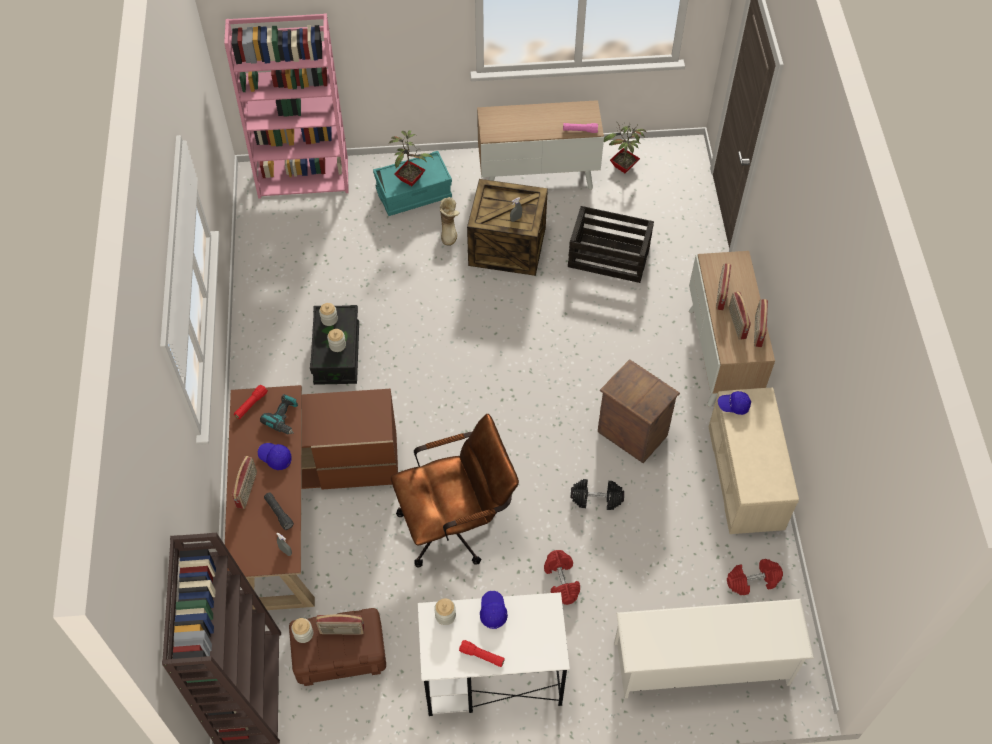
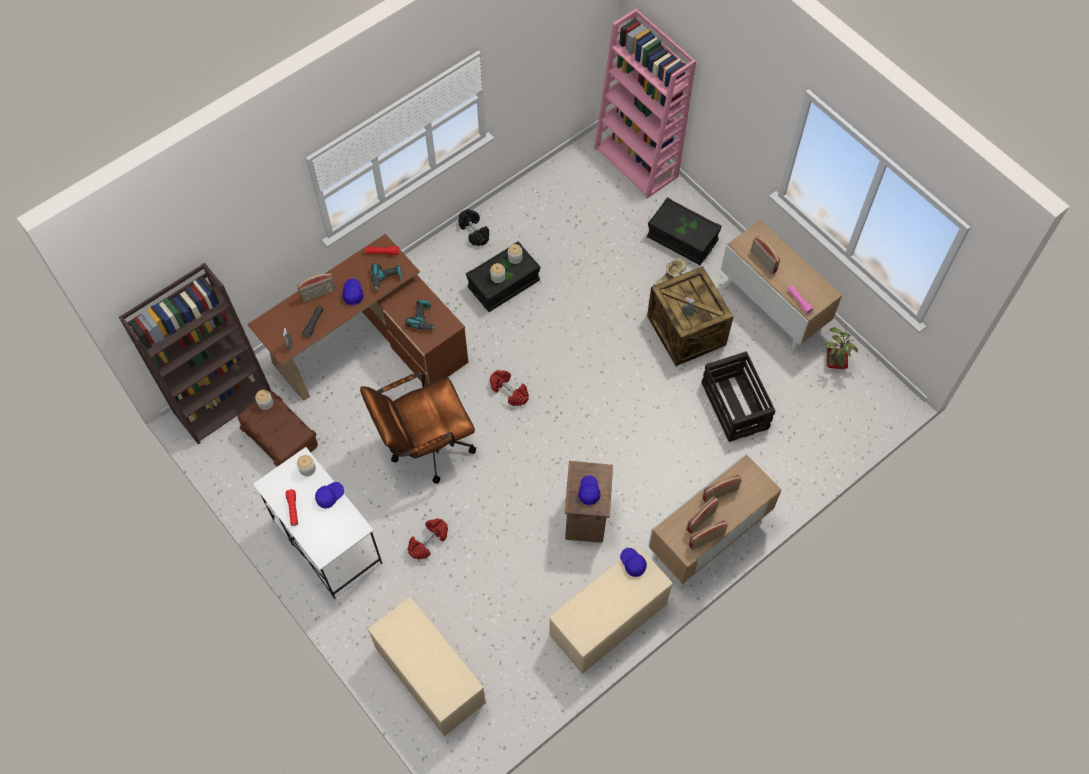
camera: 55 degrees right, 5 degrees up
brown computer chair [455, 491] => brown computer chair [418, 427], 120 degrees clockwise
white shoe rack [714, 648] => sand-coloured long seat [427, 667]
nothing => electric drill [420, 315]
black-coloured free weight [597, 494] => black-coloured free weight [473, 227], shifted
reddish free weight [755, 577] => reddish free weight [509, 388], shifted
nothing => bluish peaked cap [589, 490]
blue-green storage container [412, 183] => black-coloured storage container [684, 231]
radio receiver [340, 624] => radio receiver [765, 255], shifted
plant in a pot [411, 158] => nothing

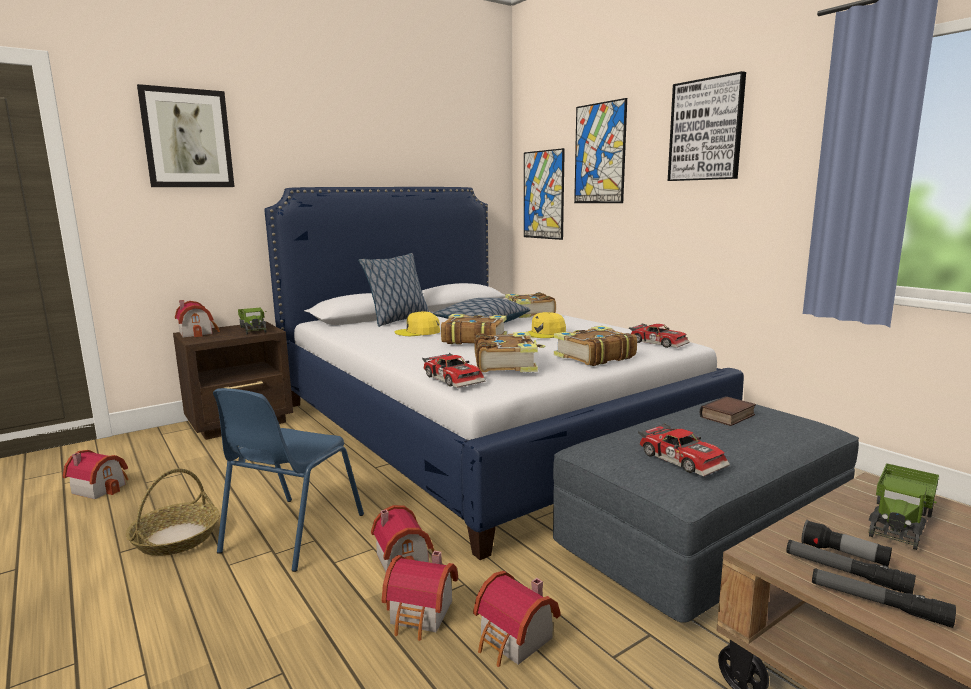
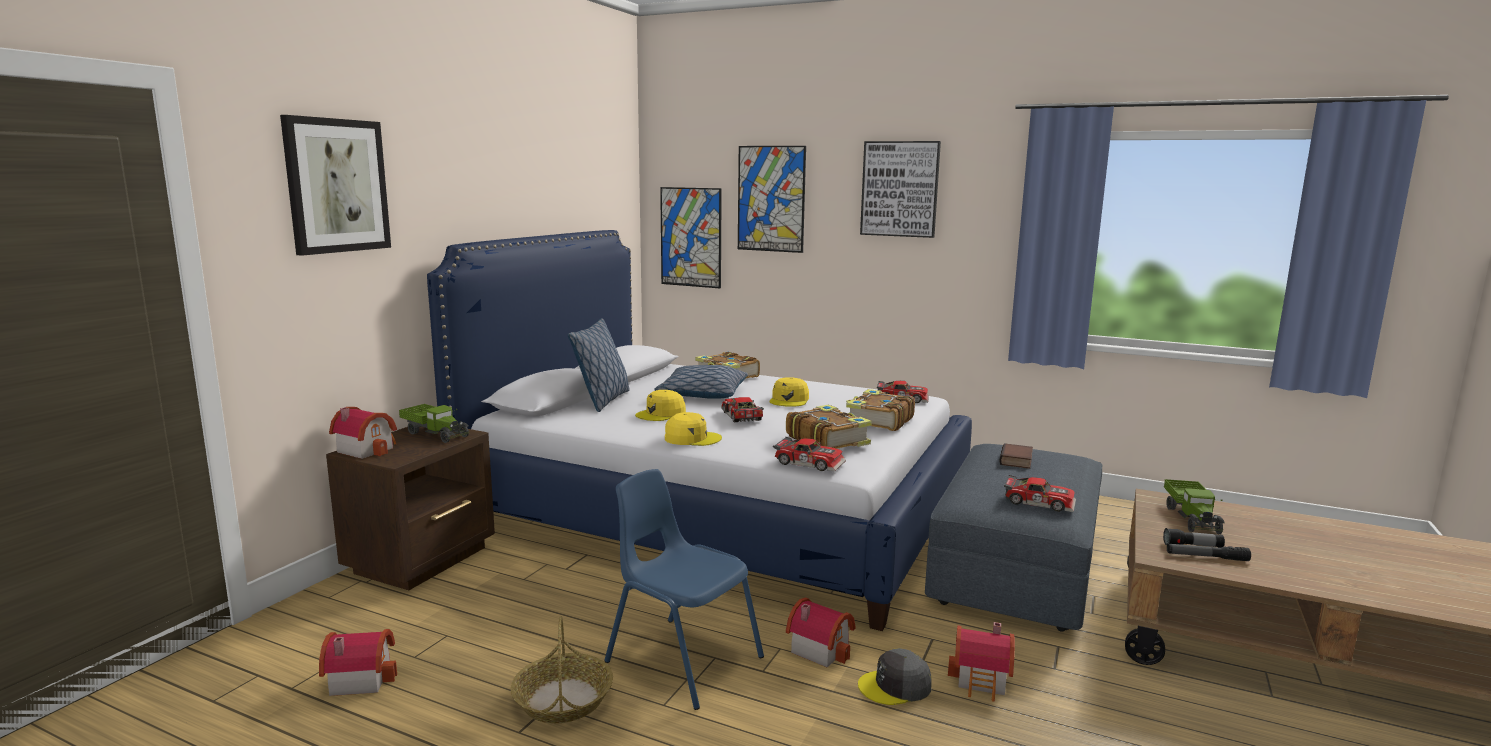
camera: 30 degrees left, 0 degrees up
bluish upright chair [288, 480] => bluish upright chair [684, 589], 135 degrees clockwise
nothing => yellow peaked cap [693, 429]
book [474, 329] => miniature car [742, 409]
miniature house [420, 596] => grey peaked cap [894, 676]
hand torch [884, 598] => nothing

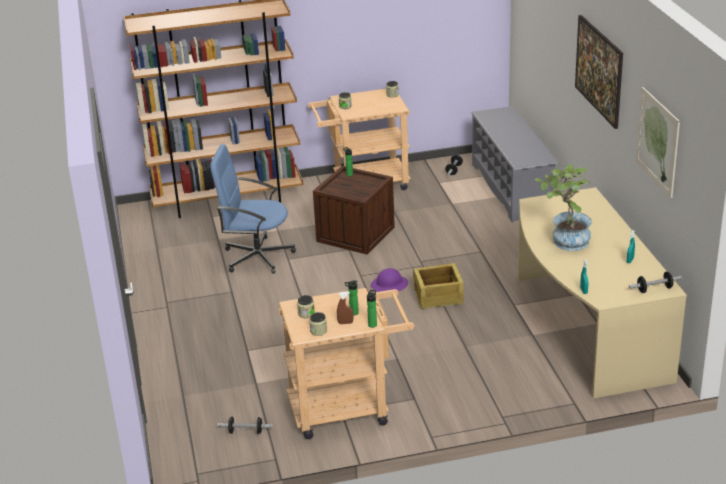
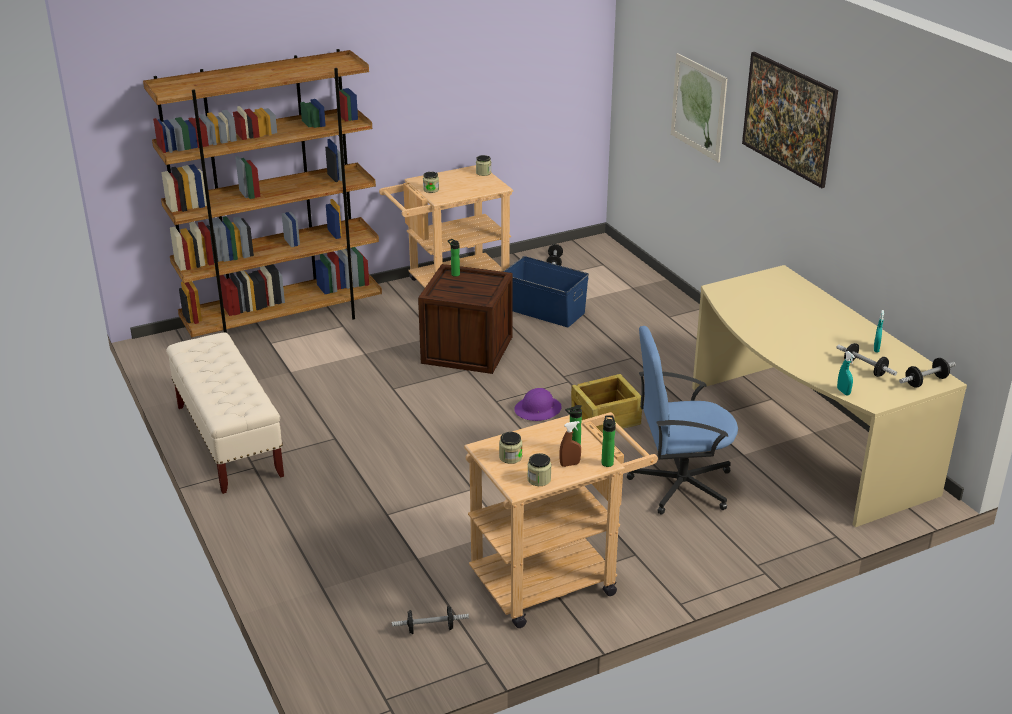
camera: 15 degrees left, 0 degrees up
nothing => sand-coloured long seat [225, 413]
nothing => bluish storage container [546, 291]
bluish computer chair [253, 209] => bluish computer chair [682, 420], shifted
picture [658, 142] => picture [699, 108], shifted
nothing => free weight [866, 360]
grey shoe rack [514, 164] => nothing
plant in a pot [563, 207] => nothing

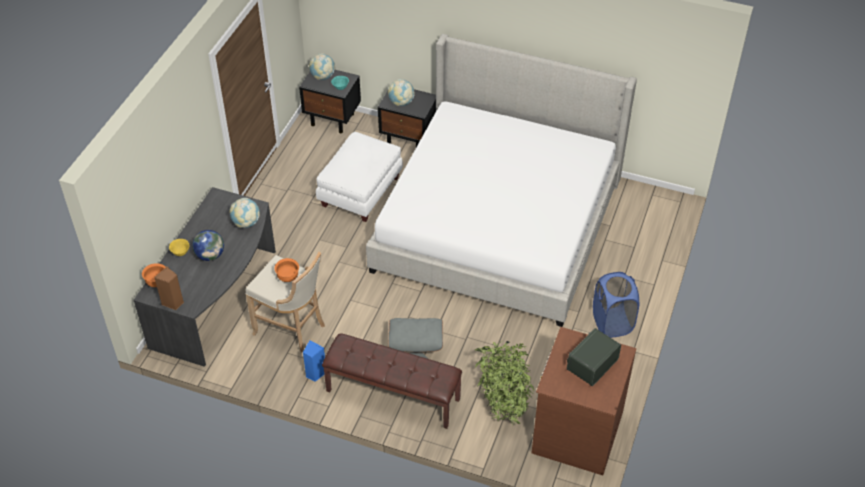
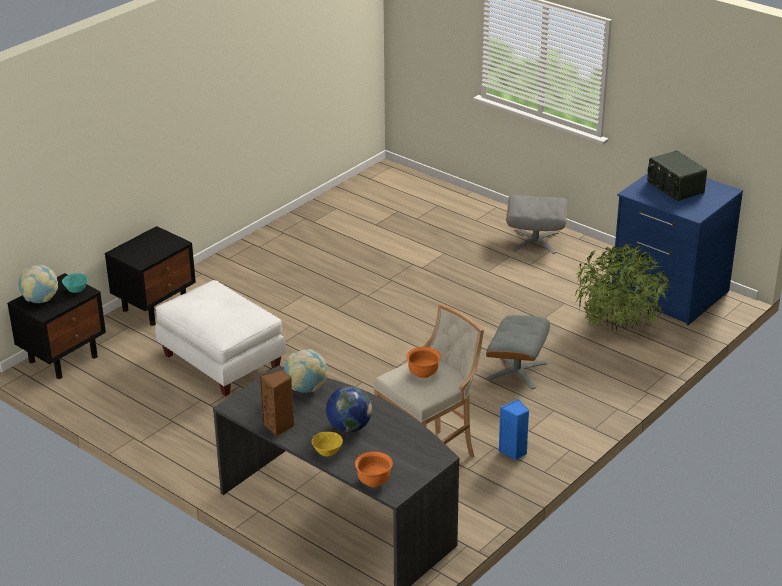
camera: 70 degrees left, 15 degrees down
brown audio speaker [169, 288] => brown audio speaker [277, 403], shifted
bluish laundry basket [616, 305] => grey footrest [537, 224]
brown chest of drawers [584, 401] => bluish chest of drawers [677, 249]
brown long seat [392, 381] => nothing
bedroom bed [501, 180] => nothing
globe [401, 92] => nothing

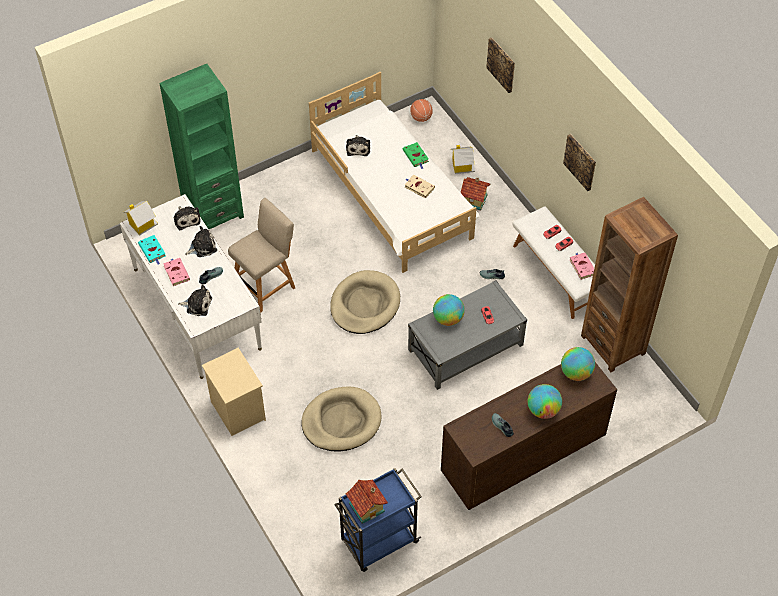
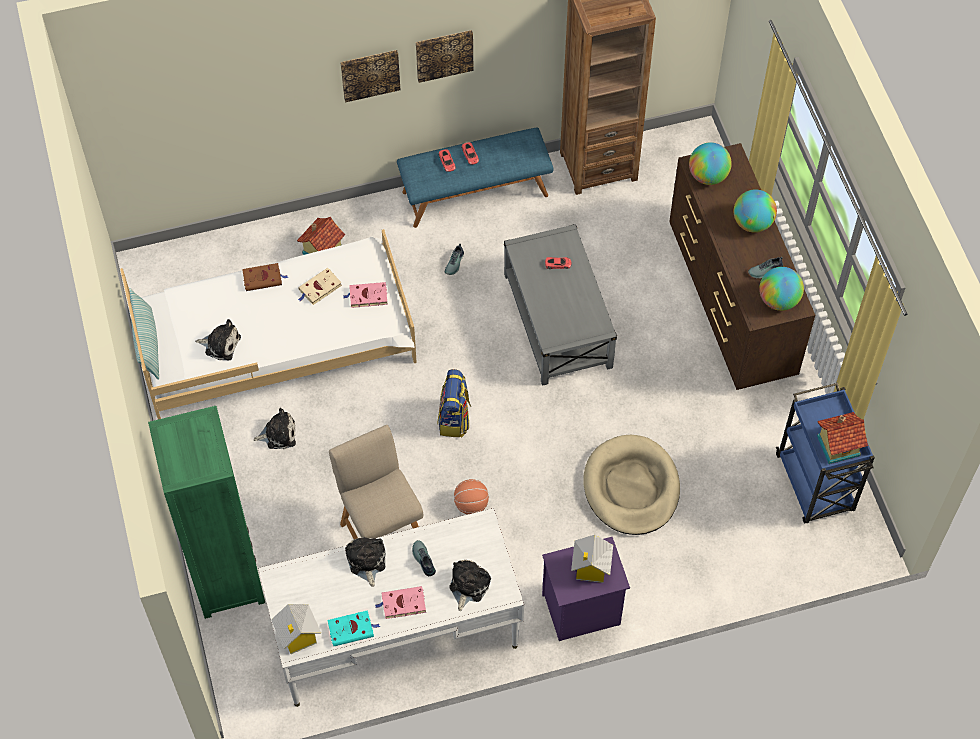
camera: 75 degrees left, 5 degrees up
nothing => cushion [144, 334]
green book [415, 155] => brown book [265, 277]
soft toy [187, 218] => soft toy [274, 428], shifted
picture [500, 65] => picture [370, 76], shifted
pink book [582, 266] => pink book [365, 295], shifted
white long seat [553, 262] => bluish long seat [475, 177]
sand-coloured dog bed [365, 302] => knapsack [455, 403]
basketball [421, 110] => basketball [471, 496], shifted
sand-coloured night table [234, 392] => purplish night table [586, 589]
miniature house [463, 159] => miniature house [592, 559], shifted
globe [449, 310] => globe [781, 289], shifted

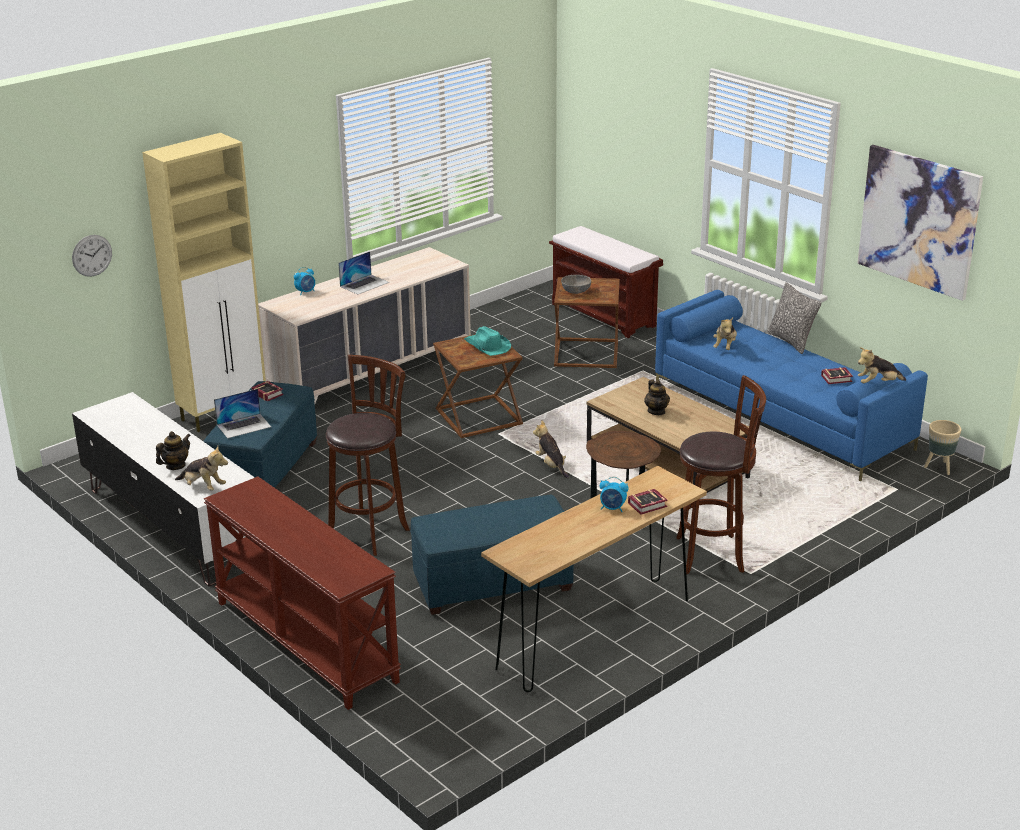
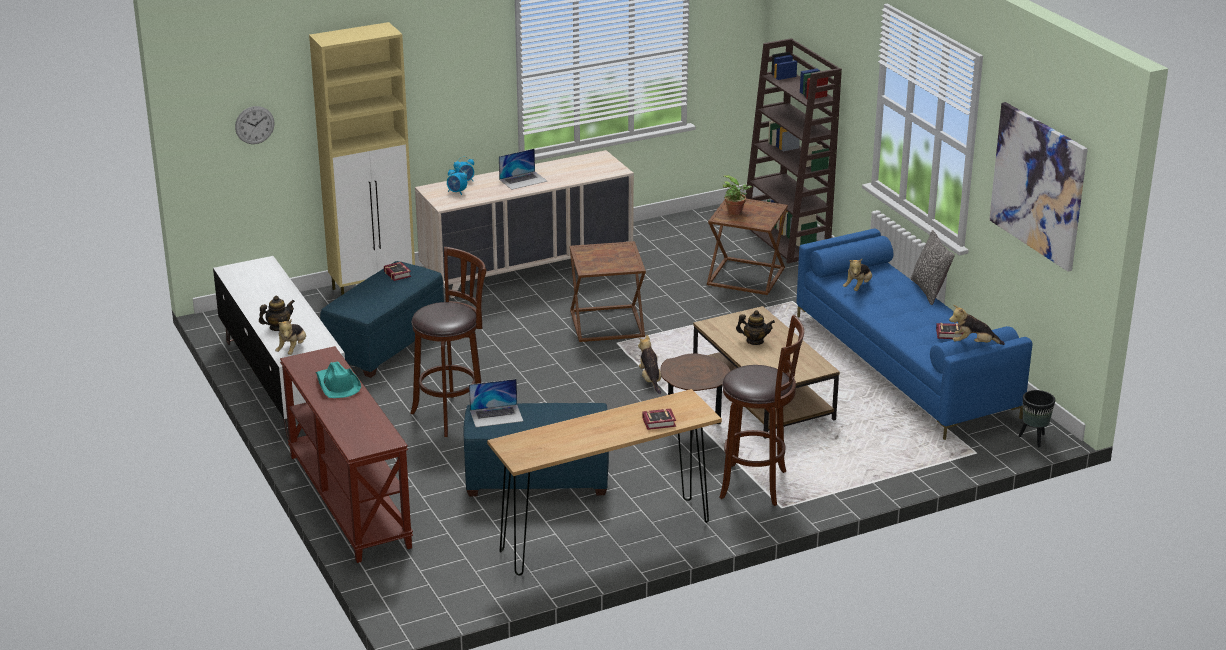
camera: 15 degrees right, 0 degrees up
soft toy [201, 468] => soft toy [290, 337], 60 degrees clockwise
blue-green wearable hat [487, 341] => blue-green wearable hat [338, 380], shifted
bedside clock [614, 494] => bedside clock [457, 181], shifted
laptop [242, 413] => laptop [496, 403], shifted
grey serving bowl [576, 284] => plant in a pot [737, 195]
teapot [657, 397] => teapot [755, 327], 75 degrees counterclockwise
brown long seat [606, 282] => brown bookcase [794, 150]
sand-coloured planter [942, 447] => black-coloured planter [1036, 418]

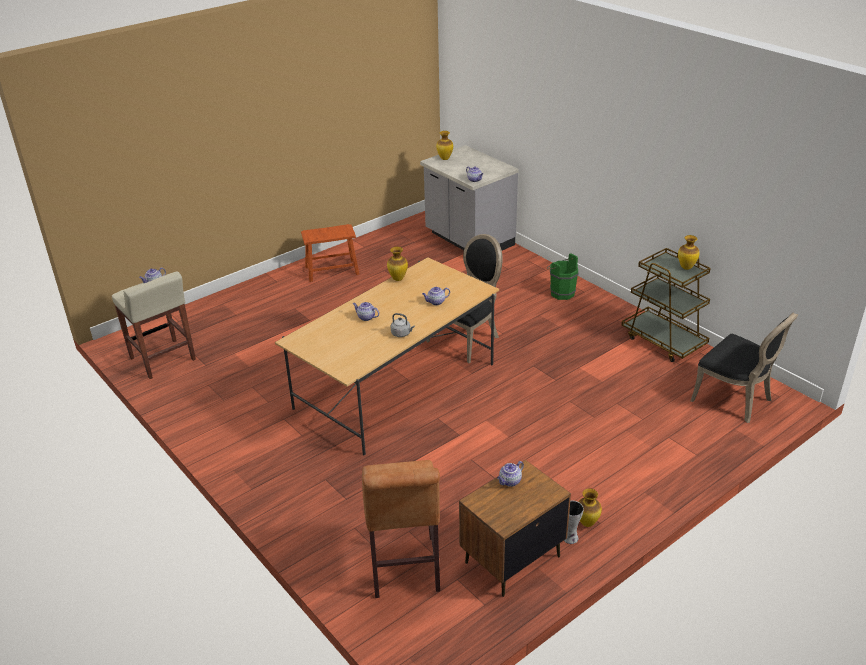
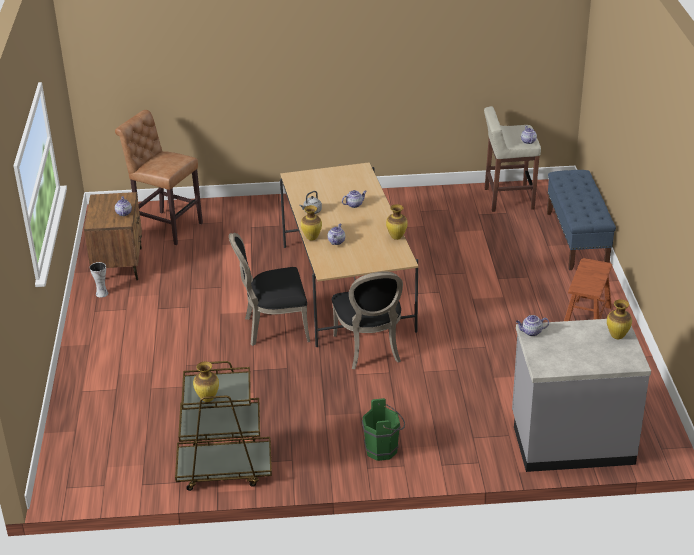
camera: 125 degrees right, 0 degrees up
black-coloured upright chair [745, 367] => black-coloured upright chair [269, 289], shifted
vase [590, 507] => vase [311, 223], shifted
nothing => bluish long seat [581, 220]

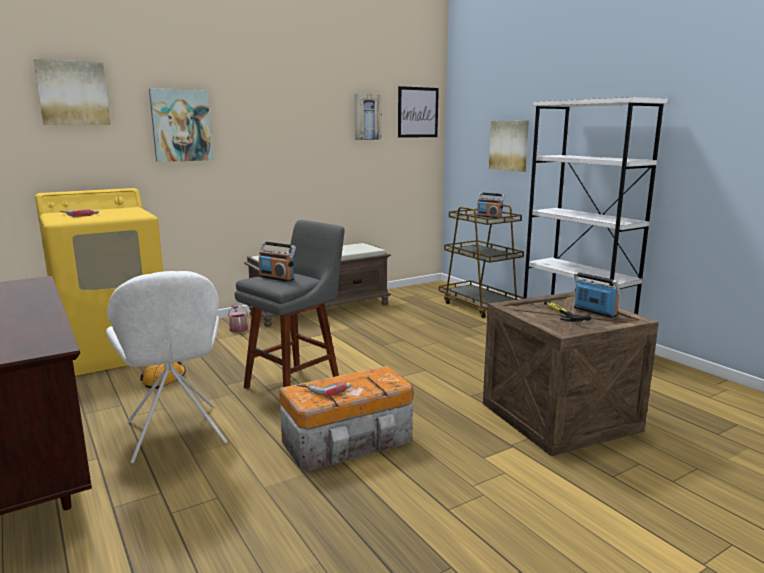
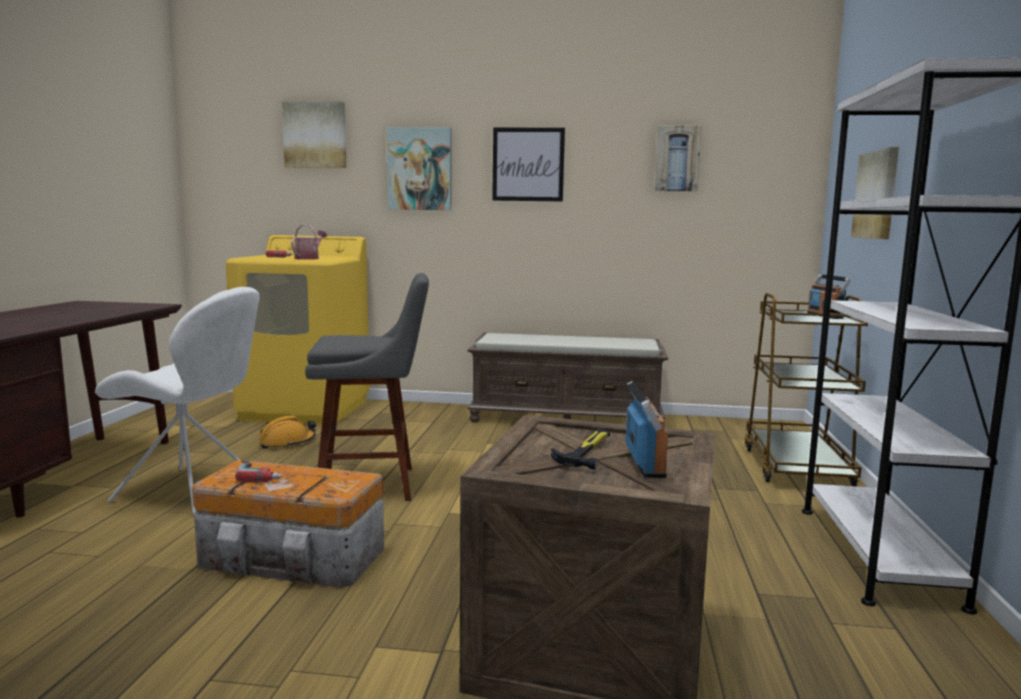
camera: 40 degrees right, 5 degrees down
white upright chair [166, 367] => white upright chair [177, 401], 90 degrees counterclockwise
sprinkling can [238, 318] => sprinkling can [309, 242], shifted
picture [418, 112] => picture [528, 165], shifted
radio receiver [277, 261] => nothing

